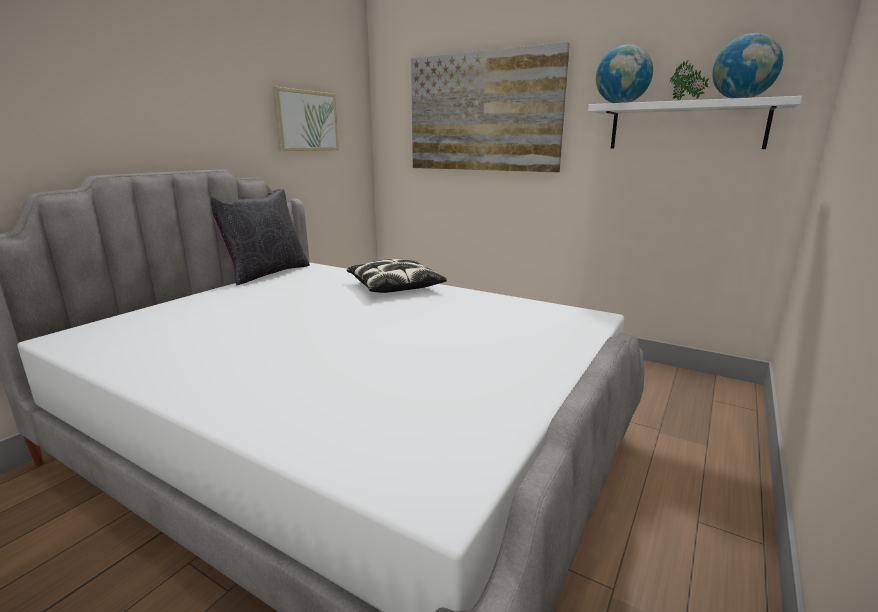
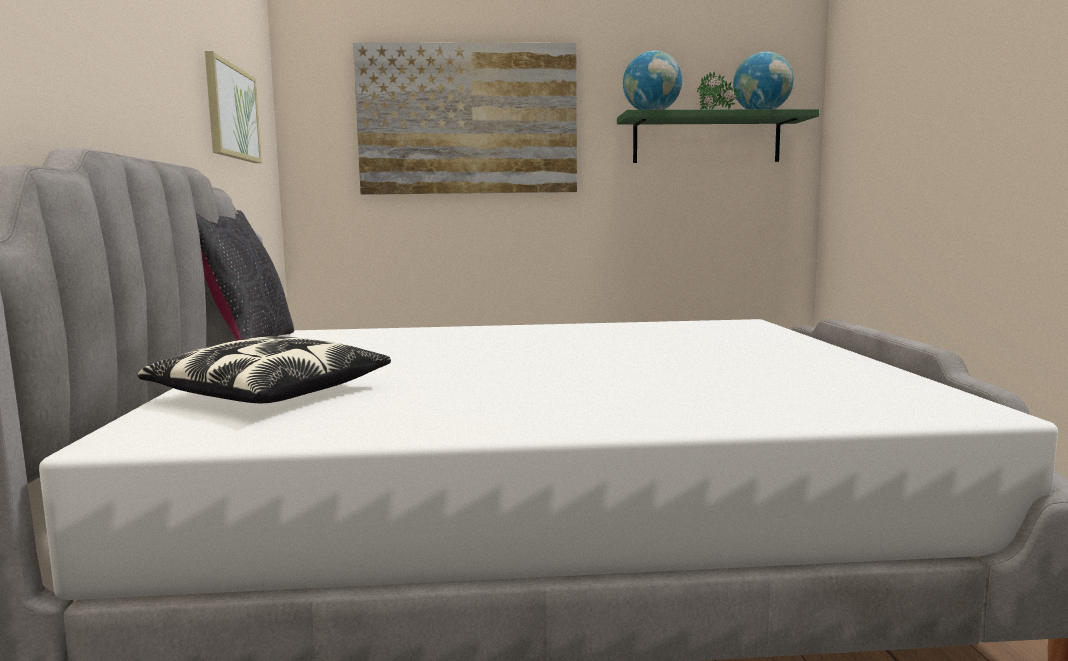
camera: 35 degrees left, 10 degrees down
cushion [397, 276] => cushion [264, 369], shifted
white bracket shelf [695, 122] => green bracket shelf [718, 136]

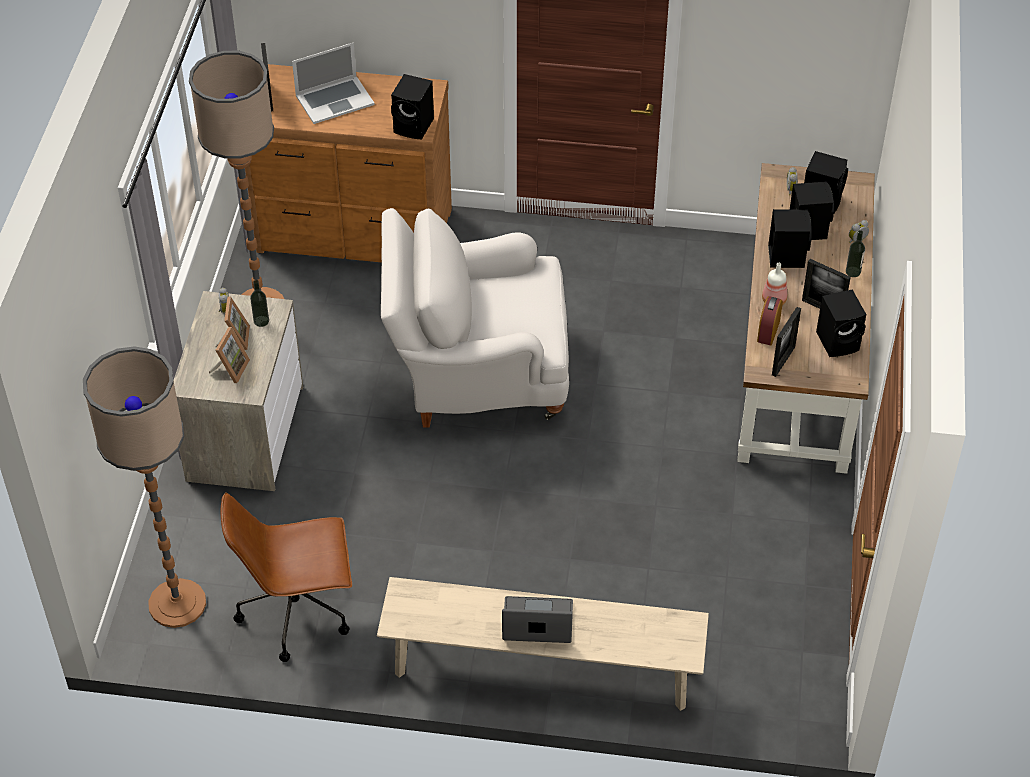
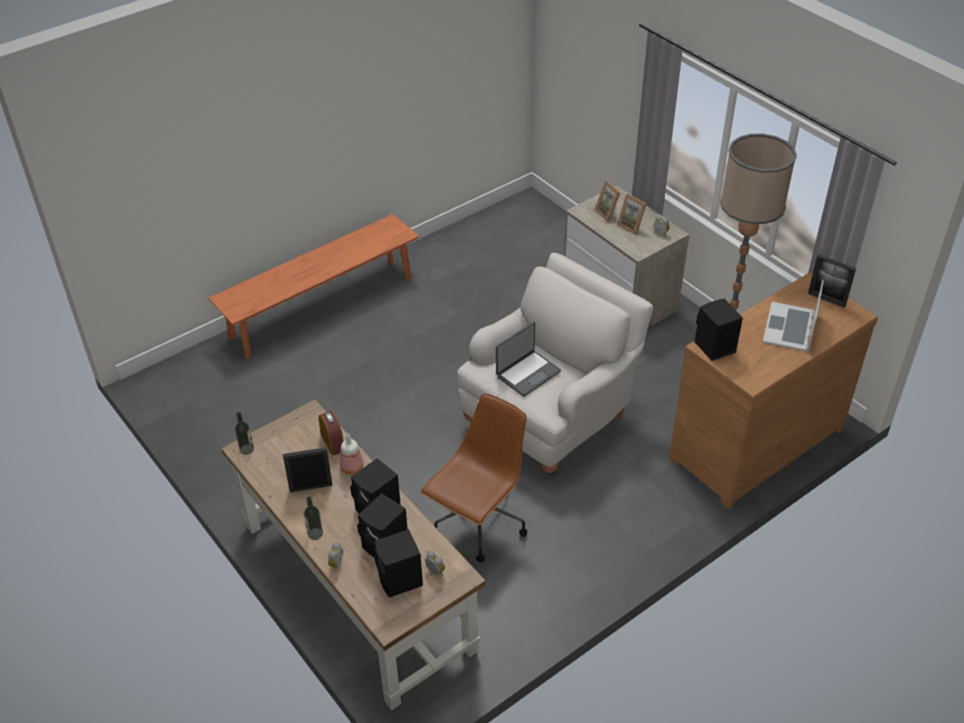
camera: 135 degrees right, 5 degrees down
sand-coloured long seat [543, 644] => orange long seat [313, 286]
bottle [259, 303] => bottle [244, 433], shifted
brown computer chair [286, 577] => brown computer chair [474, 478], shifted
laptop [537, 619] => laptop [528, 359], shifted
floor lamp [144, 487] => nothing
standing frame [786, 342] => nothing
black-coloured audio speaker [841, 323] => nothing

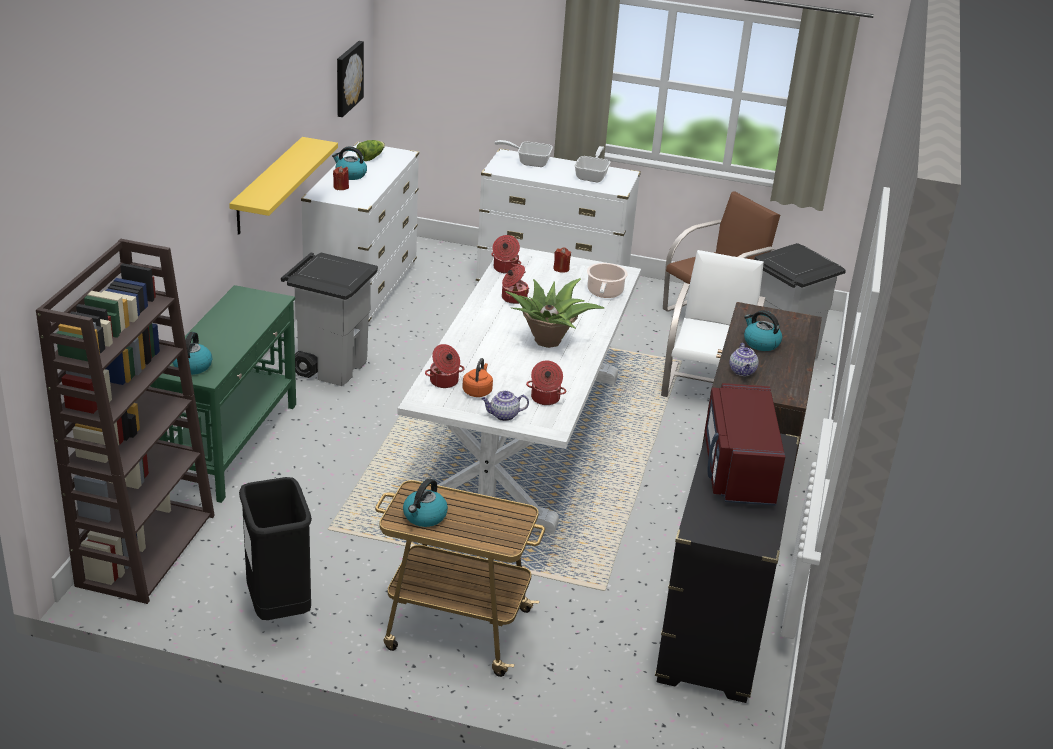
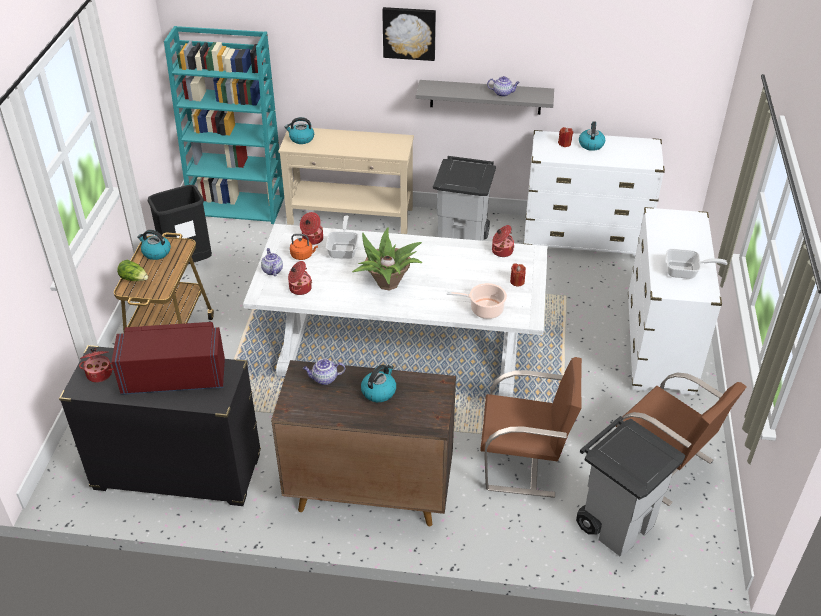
camera: 85 degrees right, 10 degrees up
stockpot [515, 284] => stockpot [96, 365], shifted
head of lettuce [370, 150] => head of lettuce [132, 270], shifted
brown bookcase [125, 421] => blue-green bookcase [224, 125]
green console table [223, 394] => sand-coloured console table [346, 180]
pan [523, 153] => pan [342, 237], shifted
picture [350, 79] => picture [409, 34], shifted
yellow bracket shelf [283, 186] => grey bracket shelf [485, 97]
white upright chair [713, 323] => brown upright chair [531, 427]
nothing => teapot [503, 86]

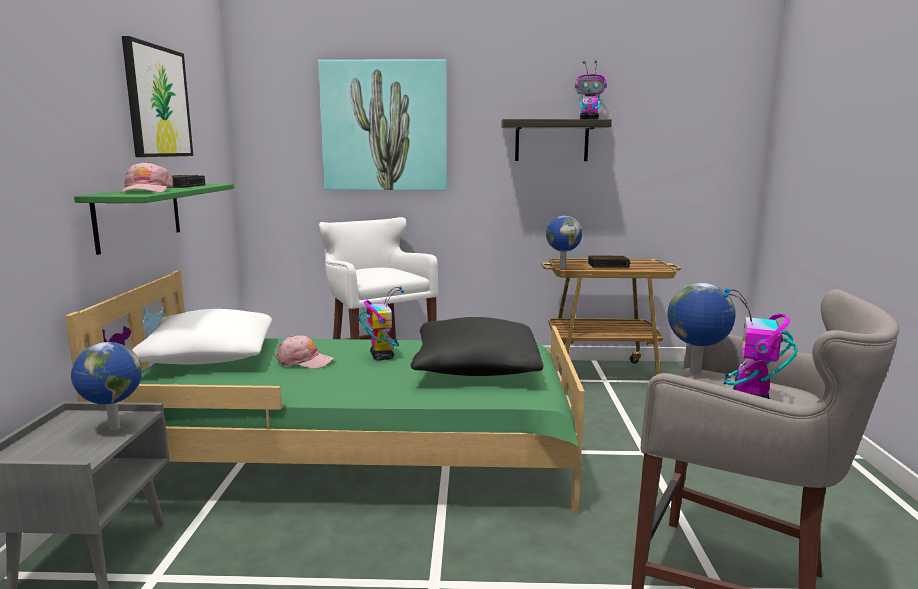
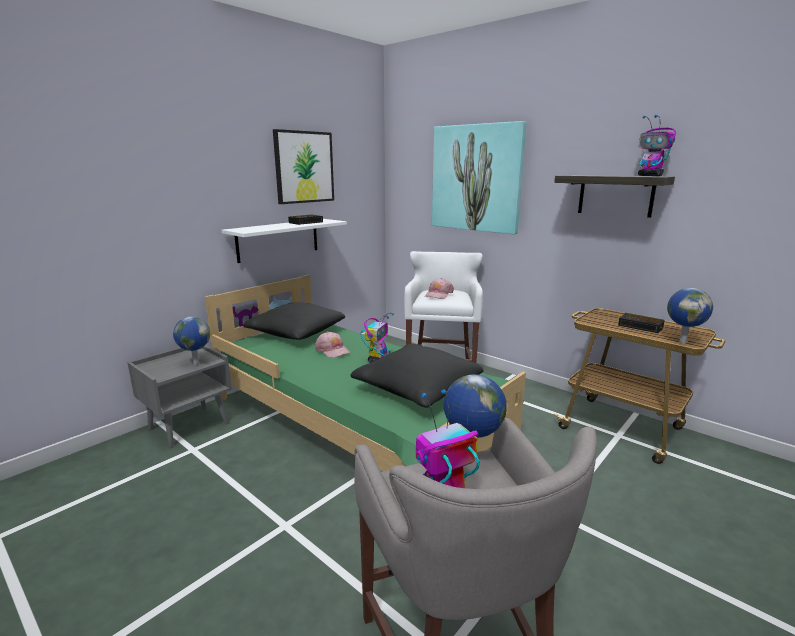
camera: 40 degrees right, 5 degrees up
green bracket shelf [154, 219] => white bracket shelf [284, 241]
white cushion [202, 337] => black-coloured cushion [294, 321]
pink peaked cap [147, 177] => pink peaked cap [439, 288], shifted
globe [564, 242] => globe [690, 316], shifted

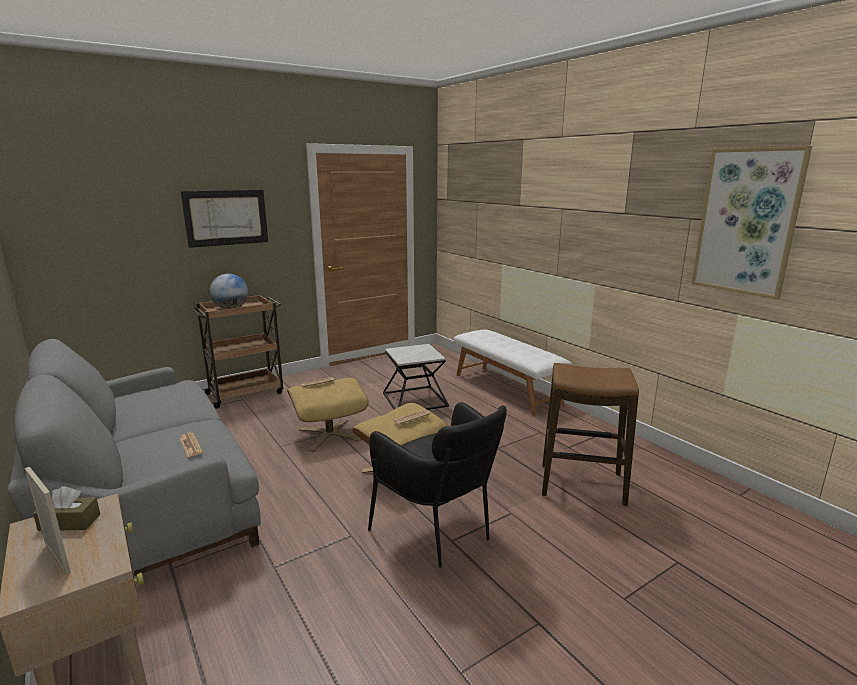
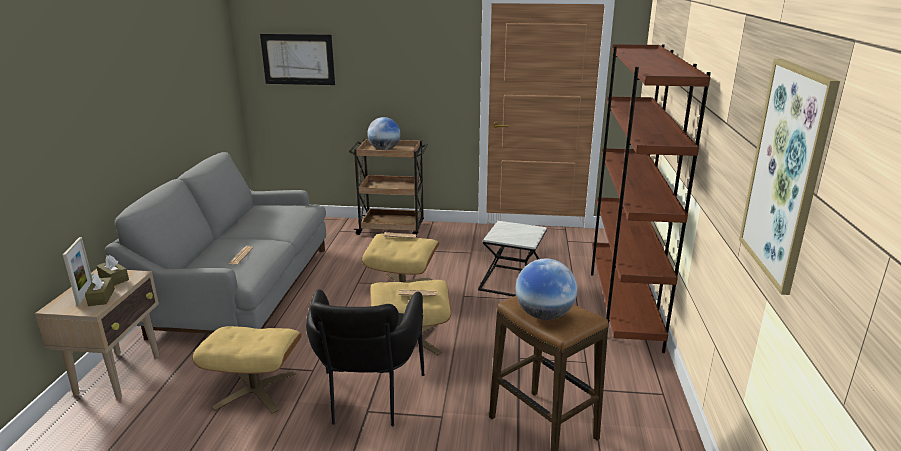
camera: 40 degrees right, 5 degrees up
nothing => brown box of tissues [100, 289]
nothing => sand-coloured footrest [247, 370]
picture [224, 219] => picture [297, 59], shifted
nothing => globe [546, 289]
white long seat [513, 372] => brown bookcase [651, 198]

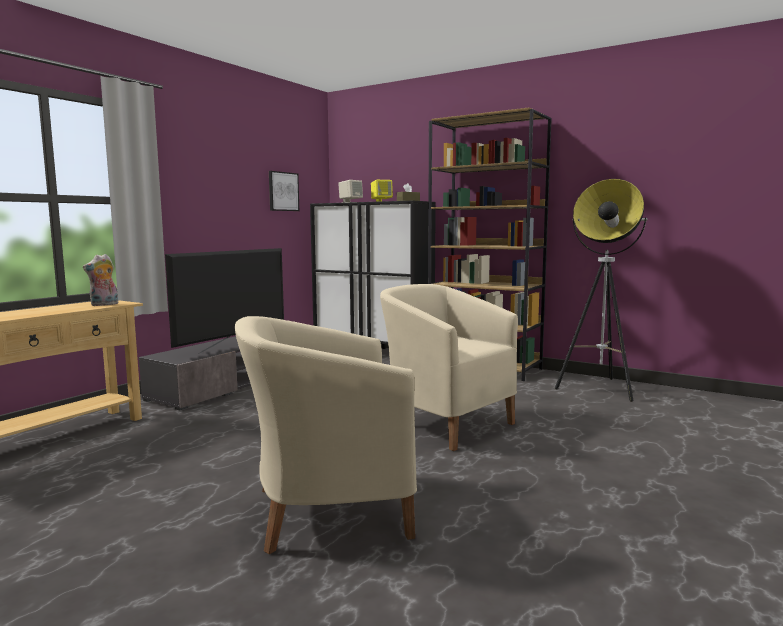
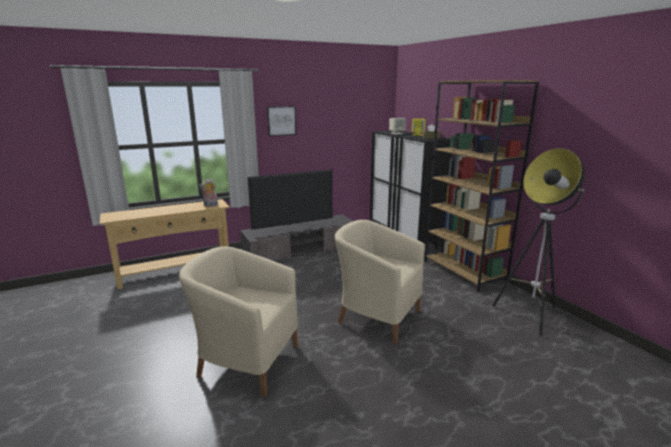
camera: 30 degrees right, 10 degrees up
picture [284, 191] => picture [281, 121], shifted
sand-coloured lounge chair [449, 367] => sand-coloured lounge chair [380, 282], 45 degrees counterclockwise

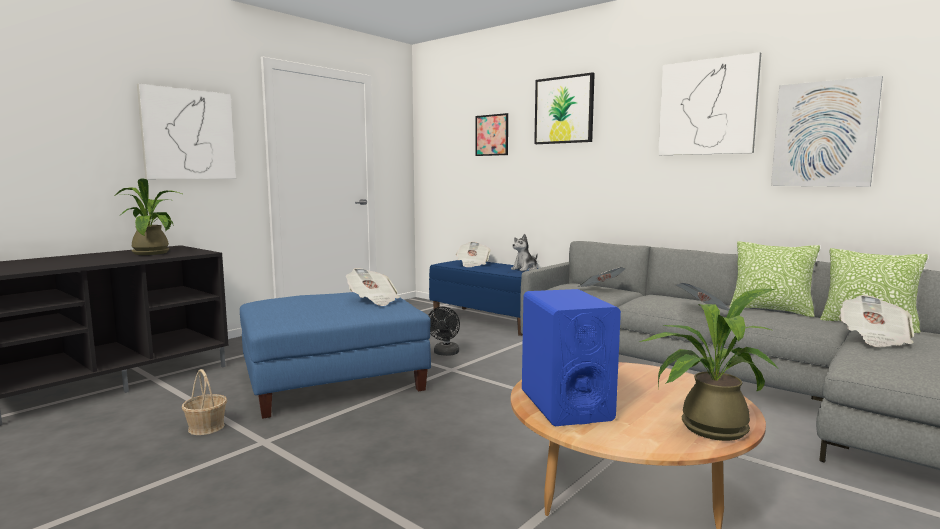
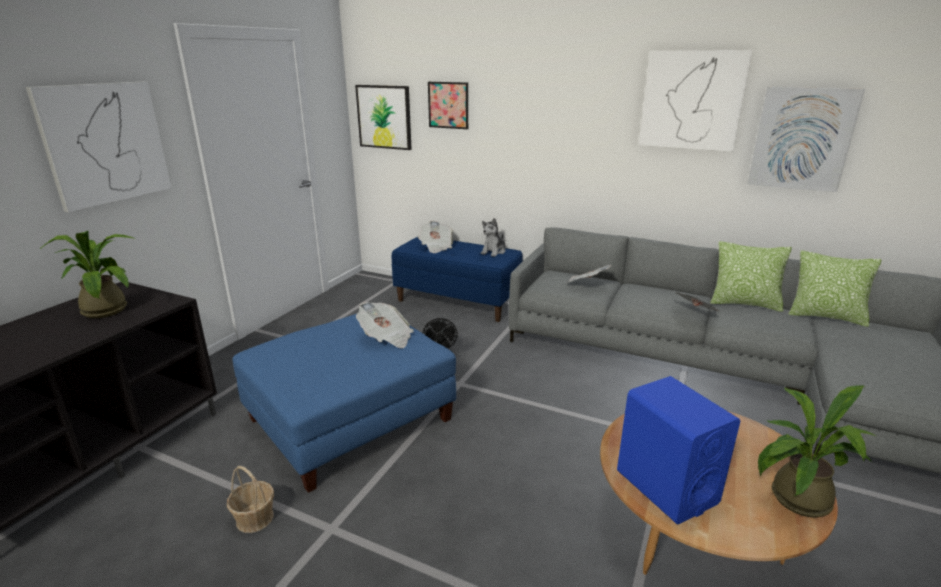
camera: 15 degrees left, 15 degrees up
picture [564, 108] => picture [383, 117], shifted
printed paper [876, 321] => nothing

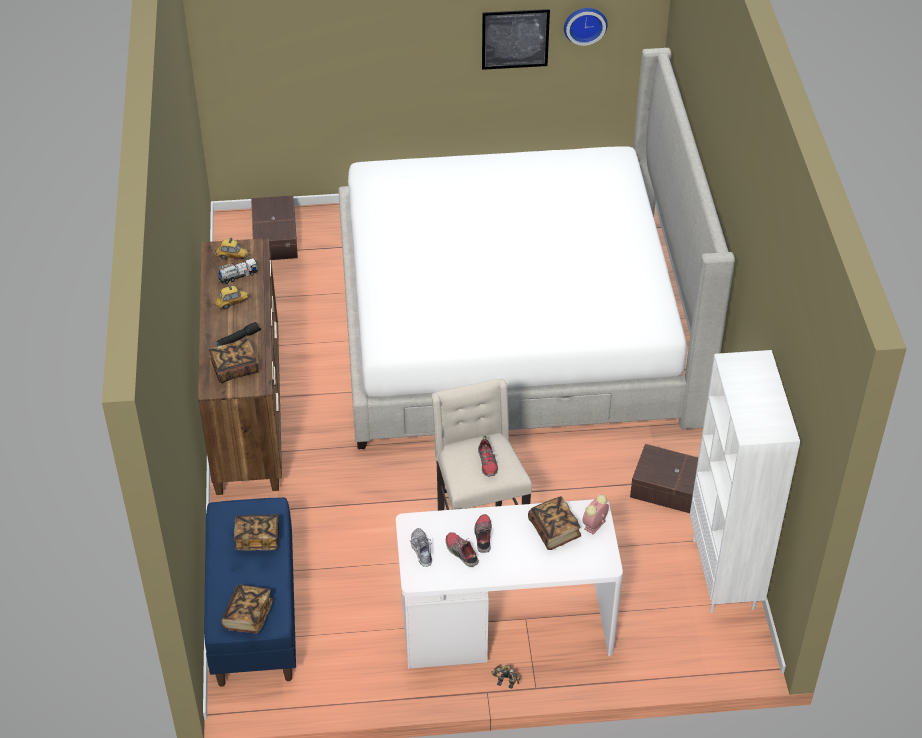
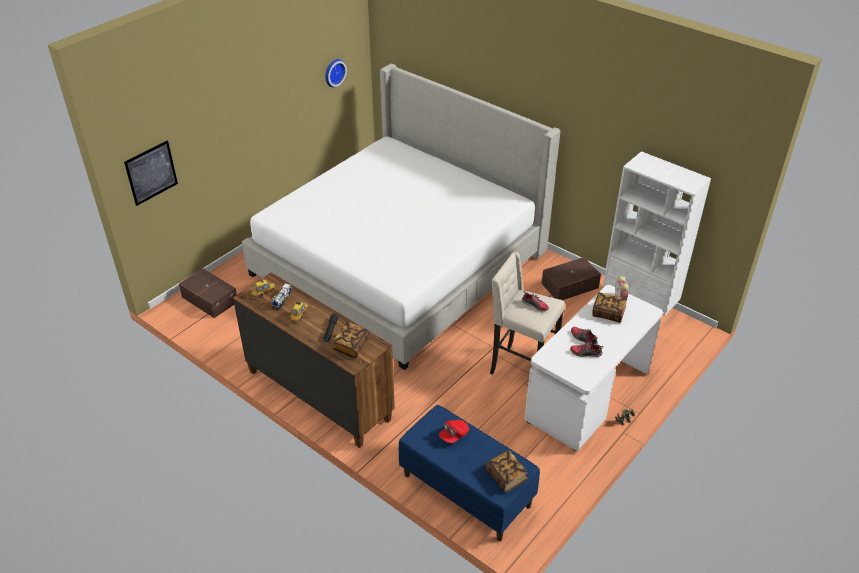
camera: 45 degrees left, 5 degrees down
picture [516, 39] => picture [151, 173], shifted
book [256, 532] => reddish peaked cap [454, 431]
item of footwear [421, 547] => nothing

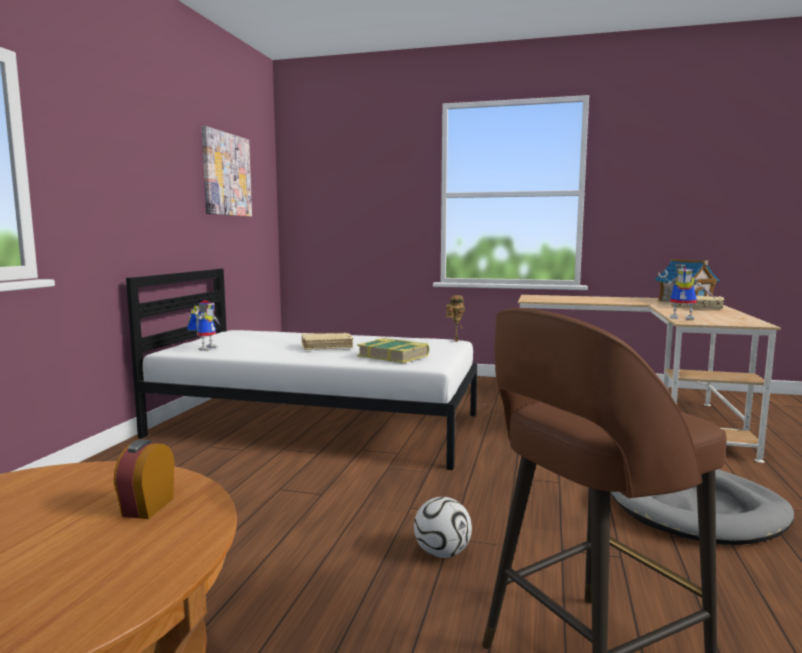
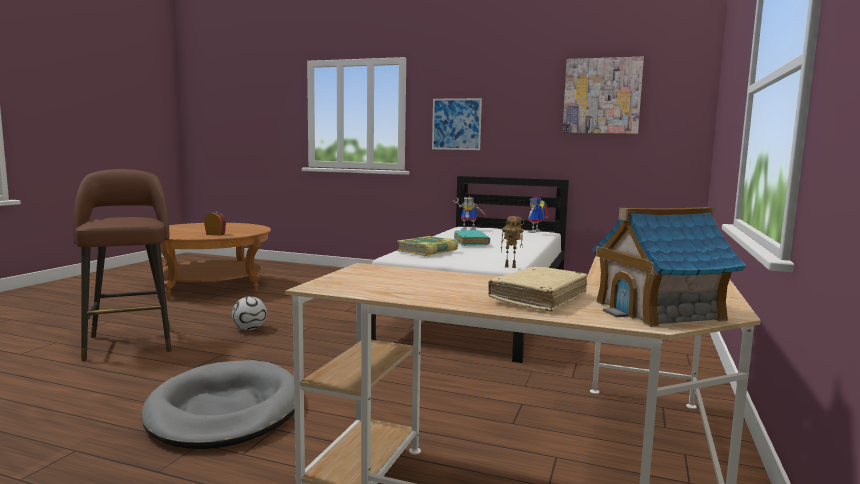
camera: 95 degrees right, 0 degrees up
nothing => picture [457, 124]
sand-coloured book [327, 341] => blue-green book [472, 238]
model robot [686, 293] => model robot [537, 214], shifted

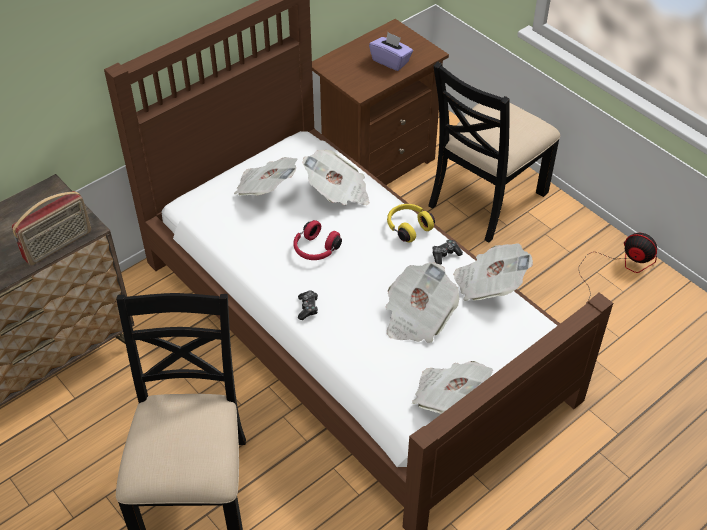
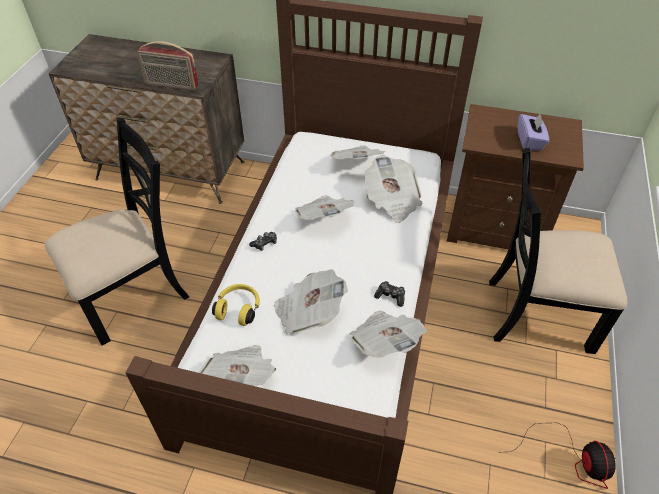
camera: 55 degrees right, 0 degrees up
yellow headset [411, 223] => yellow headset [236, 305], shifted
reddish headset [317, 240] => printed paper [325, 207]

